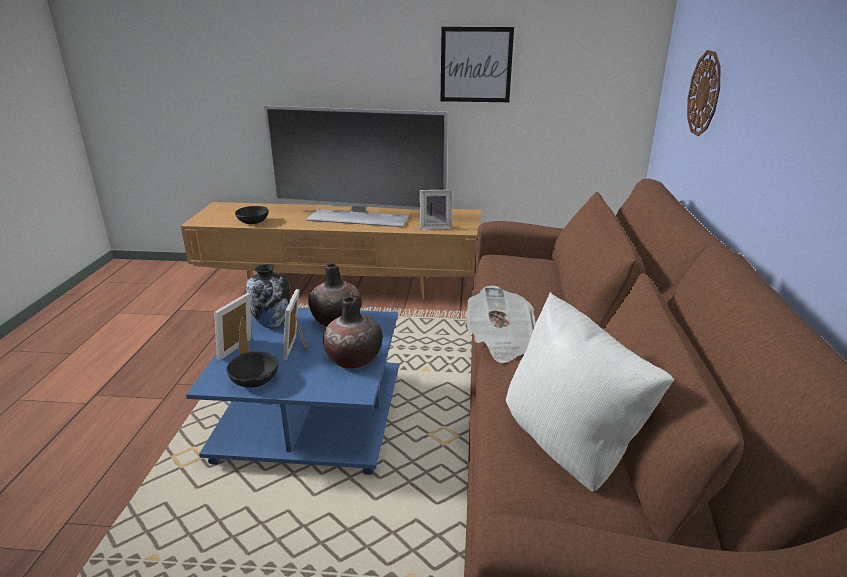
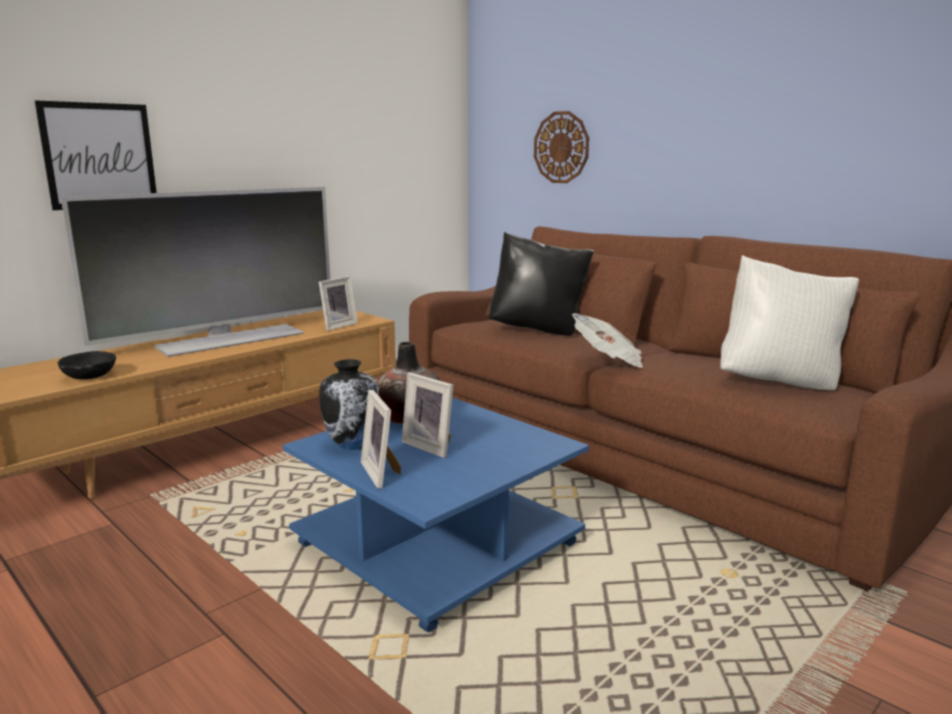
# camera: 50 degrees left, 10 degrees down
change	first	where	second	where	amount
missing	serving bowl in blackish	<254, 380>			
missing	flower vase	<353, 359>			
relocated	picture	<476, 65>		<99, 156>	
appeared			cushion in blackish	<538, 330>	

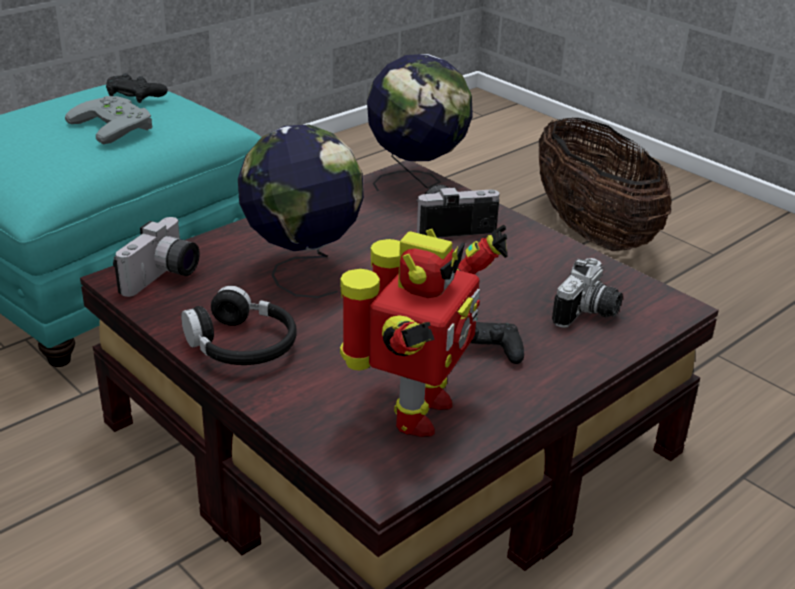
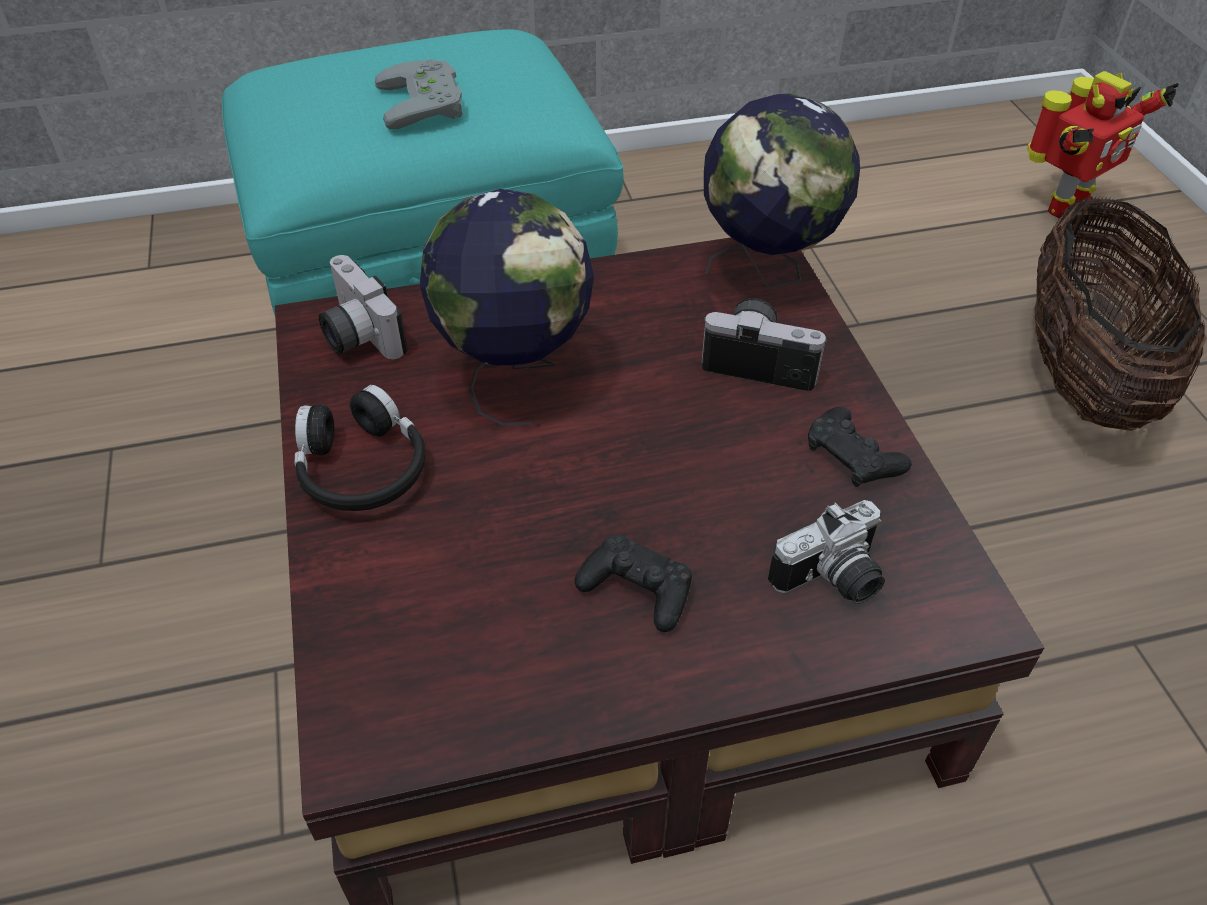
# camera: 30 degrees right, 15 degrees up
change	first	where	second	where	amount
relocated	game controller in blackish	<135, 95>		<853, 456>	
spun	photo camera	<163, 277>		<356, 334>	90 degrees clockwise
relocated	toy robot	<415, 413>		<1064, 206>	

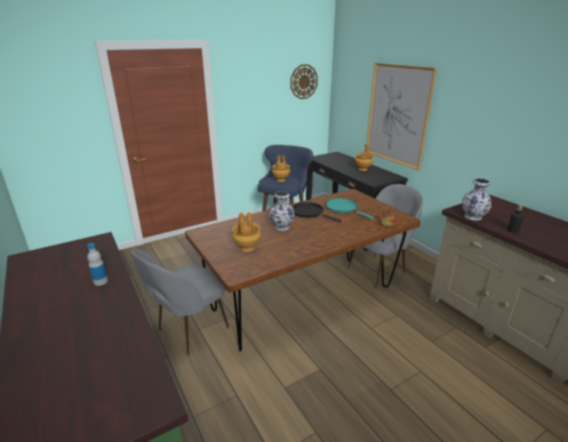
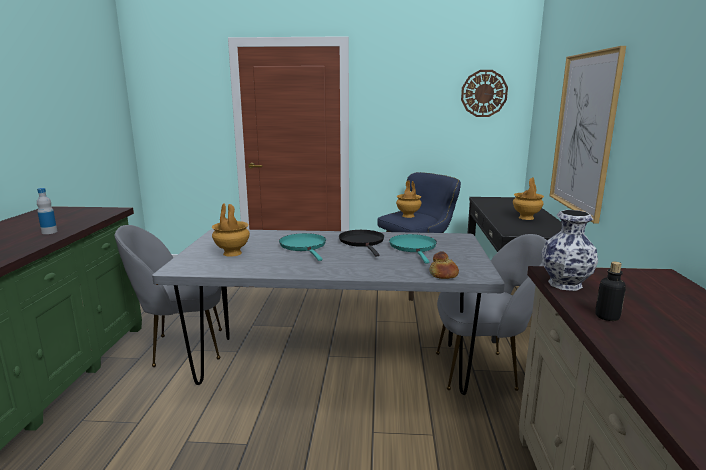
# camera: 35 degrees right, 10 degrees down
change	first	where	second	where	amount
colour	dining table in brown-coloured	<303, 297>	dining table in gray	<335, 363>	
exchanged	flower vase	<282, 227>	pan in turquoise-coloured	<304, 246>	

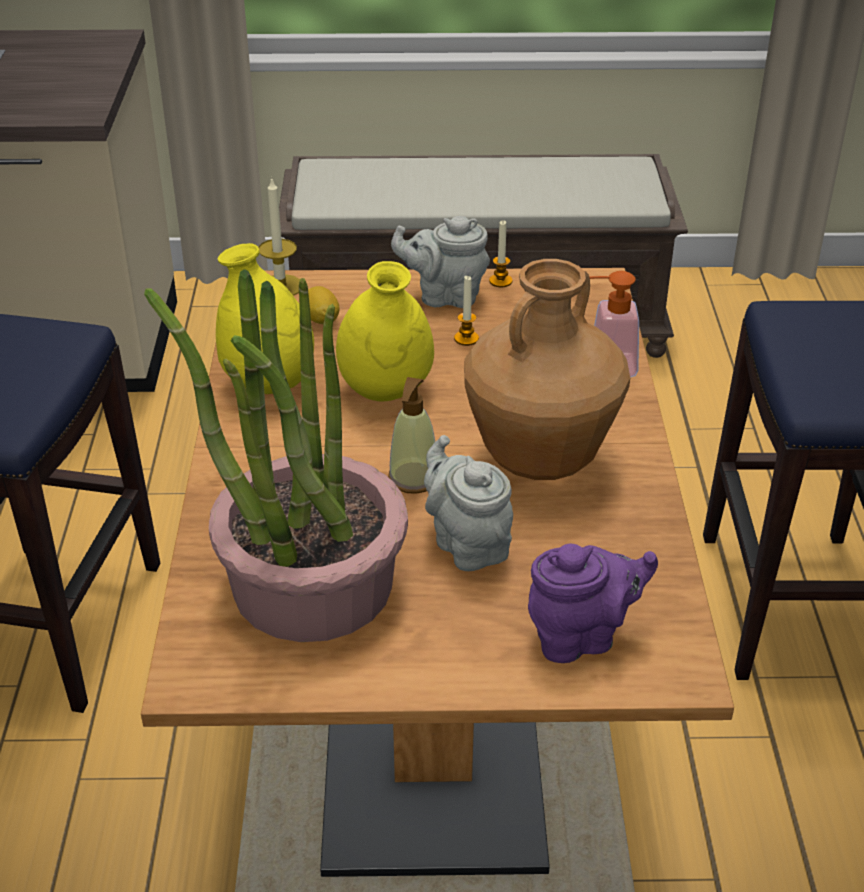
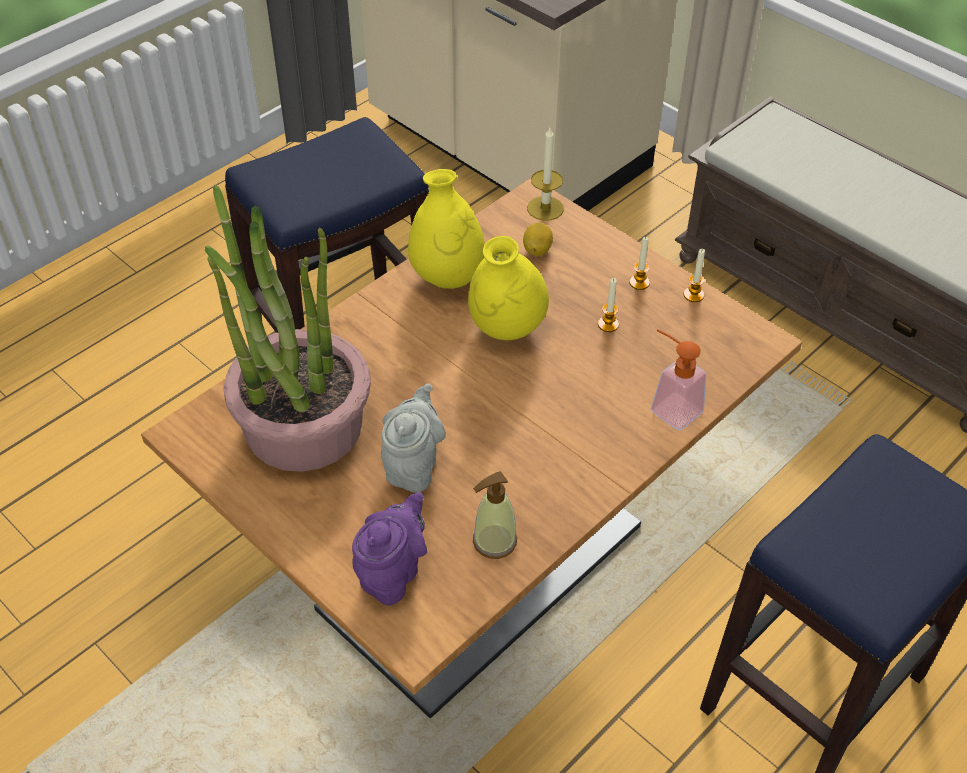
# camera: 45 degrees right, 10 degrees up
change	first	where	second	where	amount
relocated	soap bottle	<413, 479>		<494, 541>	
exchanged	tea pot in gray	<445, 296>	wax candle	<639, 282>	
missing	flower vase in brown-coloured	<539, 461>			
spun	tea pot in purple-coloured	<581, 637>		<392, 573>	90 degrees counterclockwise

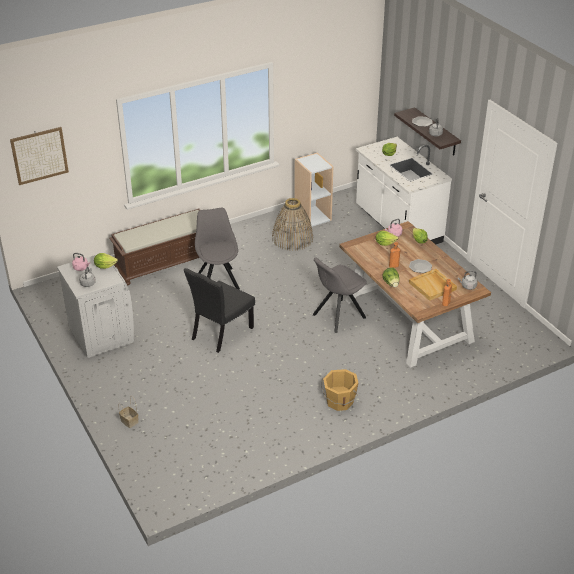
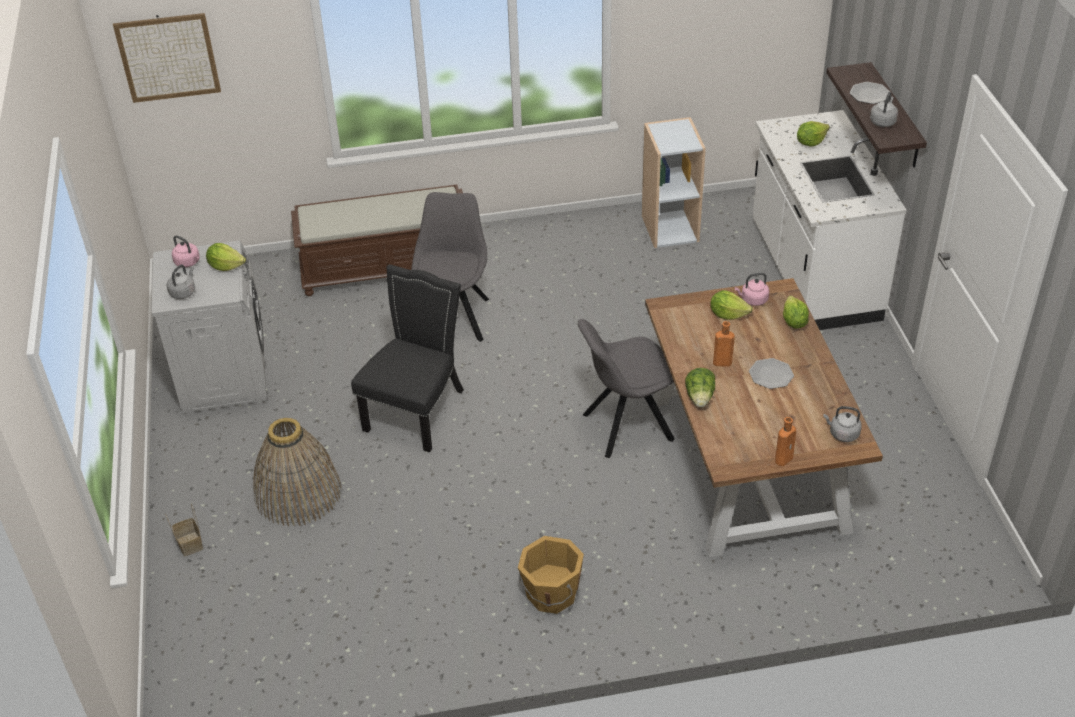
# camera: 20 degrees right, 5 degrees up
change	first	where	second	where	amount
spun	plain chair in blackish	<222, 332>		<416, 413>	150 degrees clockwise
relocated	basket	<292, 239>		<297, 493>	
missing	tray in sand-coloured	<433, 286>			

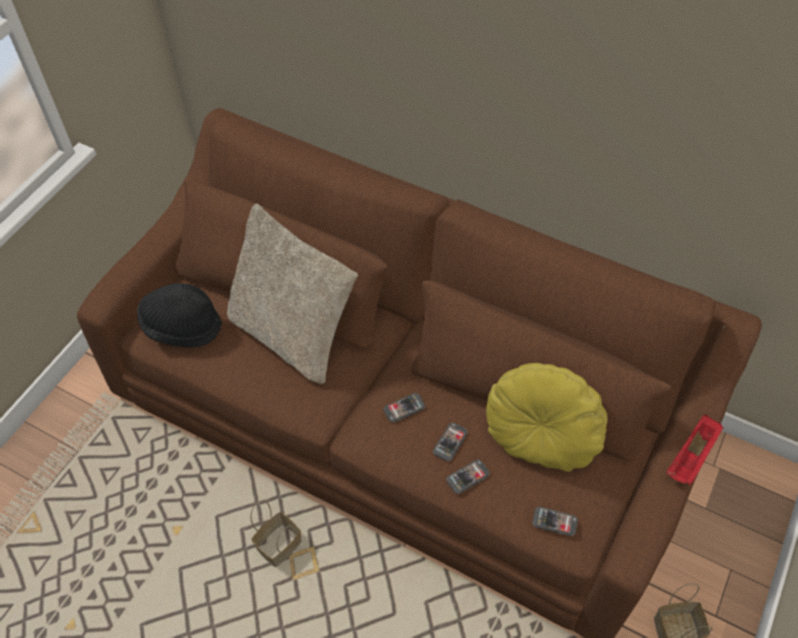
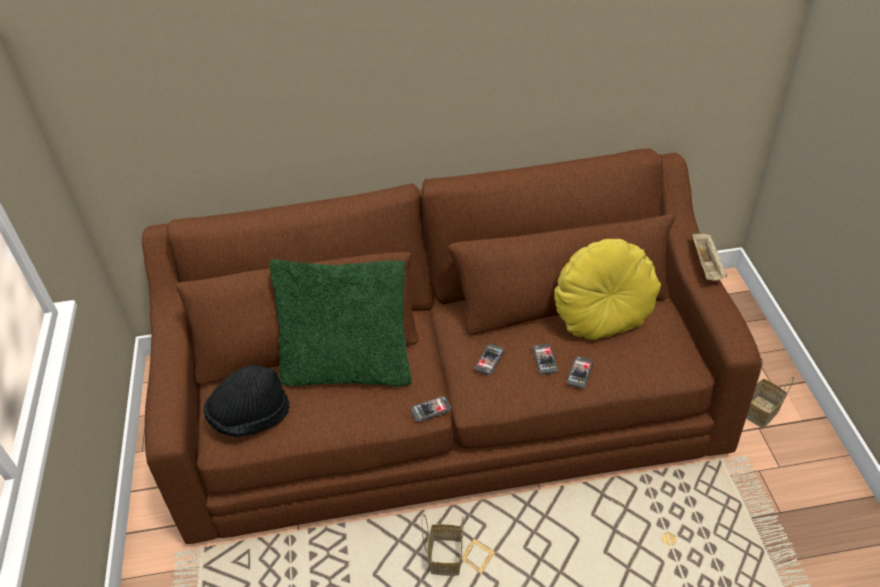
# camera: 35 degrees left, 10 degrees down
change	first	where	second	where	amount
colour	cushion in sand-coloured	<292, 331>	cushion in green-coloured	<348, 364>	
relocated	handset	<554, 522>		<430, 410>	
colour	tray in red-coloured	<691, 457>	tray in sand-coloured	<707, 265>	

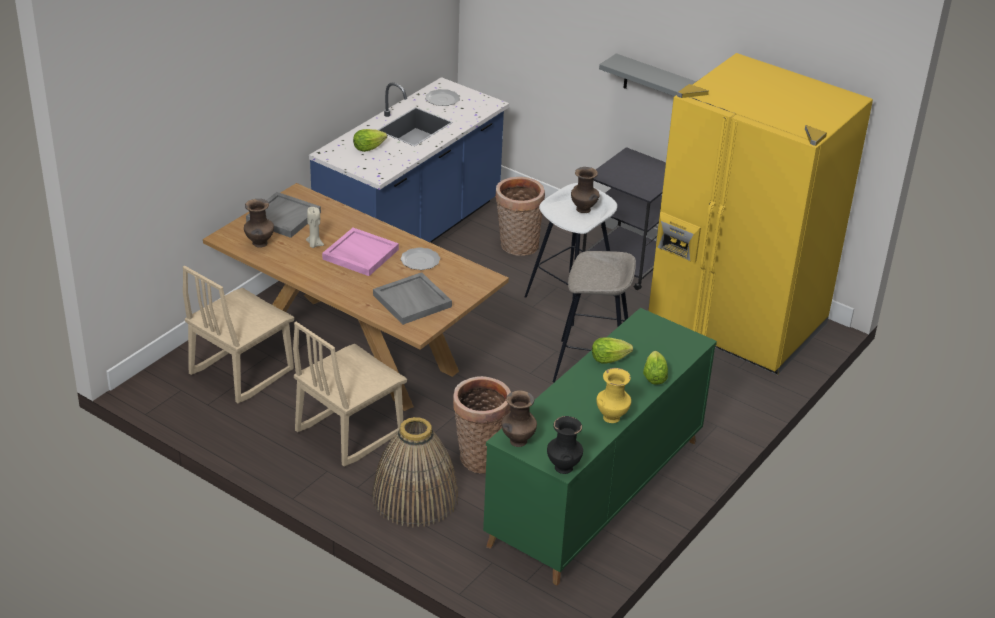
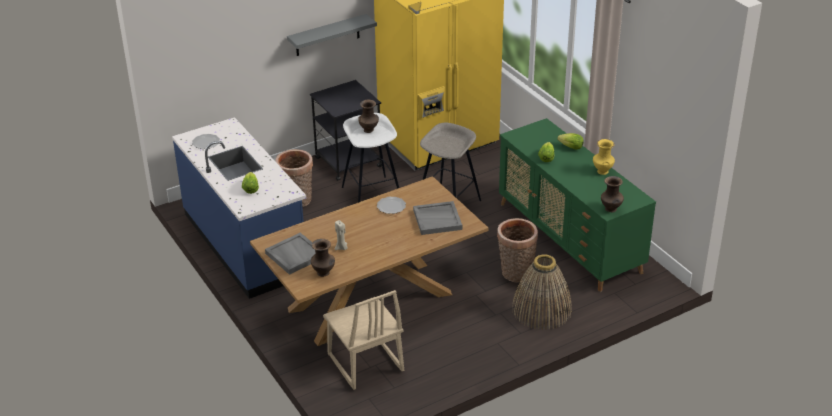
# camera: 65 degrees left, 0 degrees up
change	first	where	second	where	amount
missing	plain chair in sand-coloured	<348, 431>			
missing	tray in pink-coloured	<360, 254>			
missing	flower vase in blackish	<563, 467>			

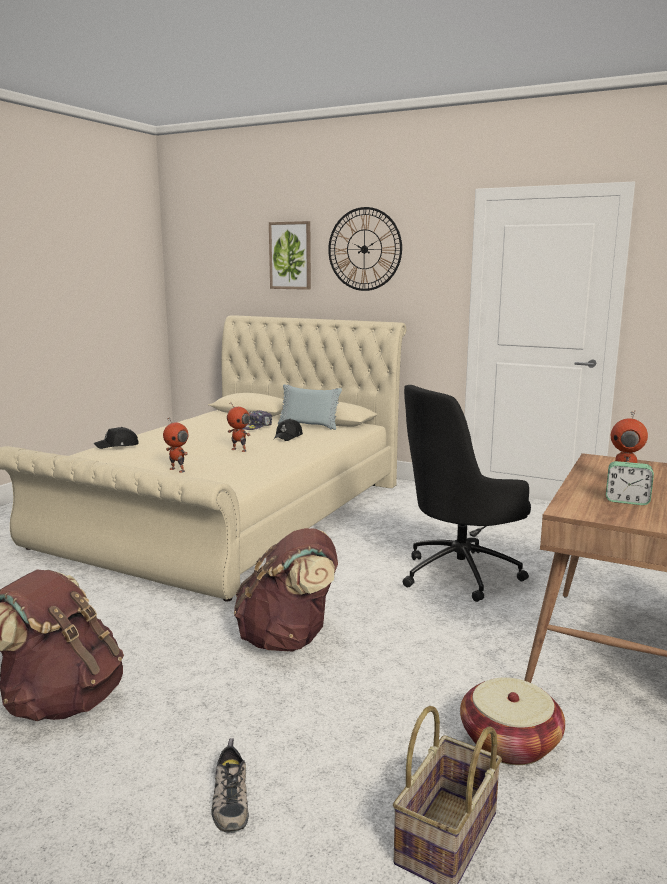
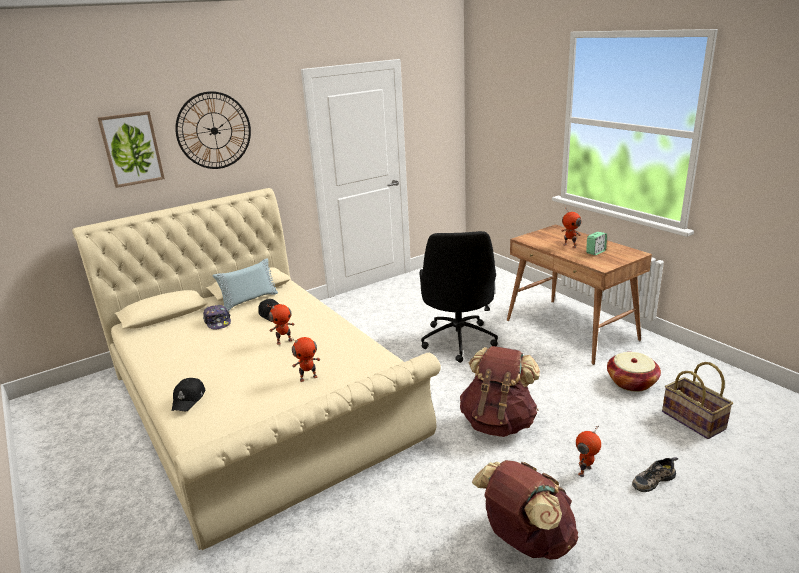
# camera: 60 degrees left, 10 degrees up
change	first	where	second	where	amount
spun	low shoe	<229, 799>		<653, 479>	135 degrees clockwise
appeared			toy robot	<585, 471>	

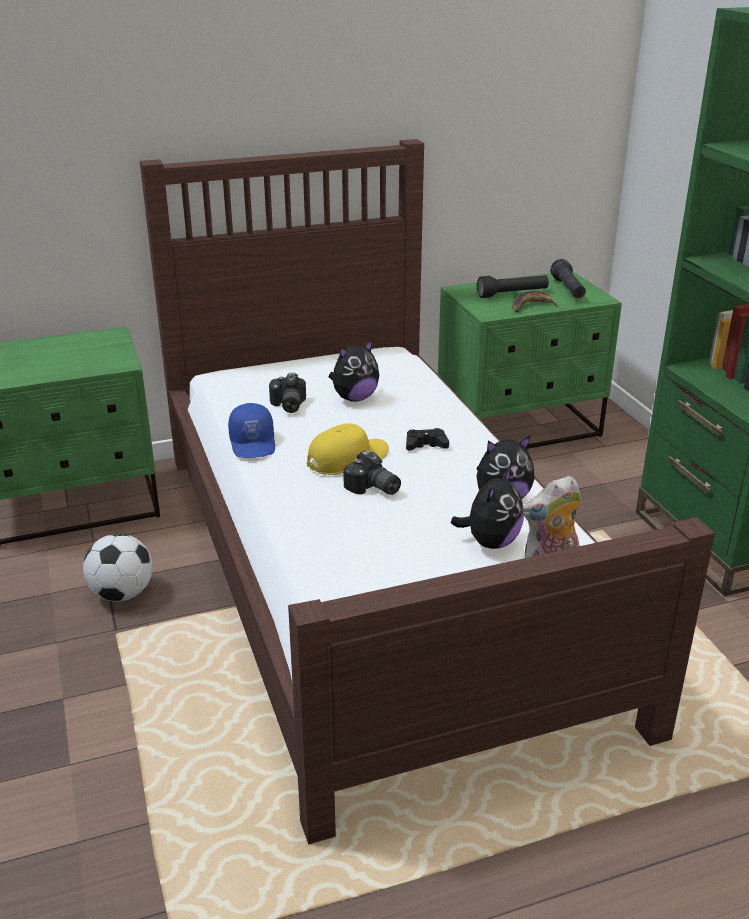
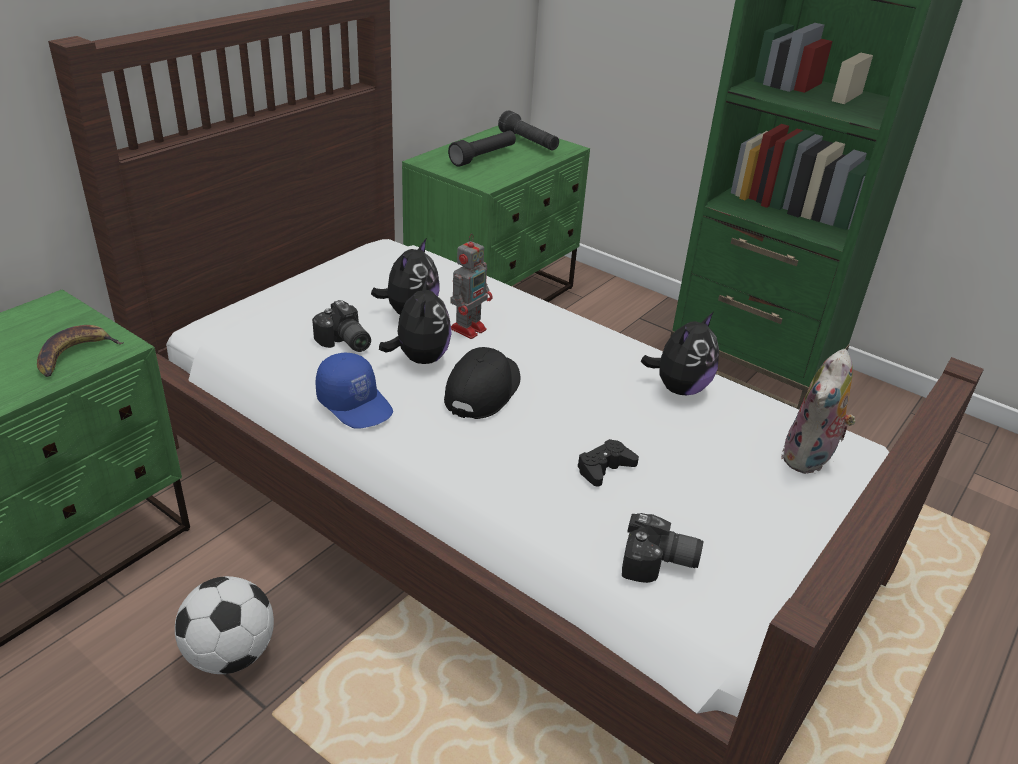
# camera: 35 degrees left, 5 degrees up
change	first	where	second	where	amount
colour	peaked cap in yellow-coloured	<347, 459>	peaked cap in blackish	<483, 390>	
relocated	photo camera	<372, 489>		<659, 564>	
relocated	game controller in blackish	<425, 445>		<604, 468>	
relocated	cuddly toy	<490, 542>		<420, 358>	
relocated	banana	<531, 306>		<75, 355>	
appeared			toy robot	<469, 328>	

